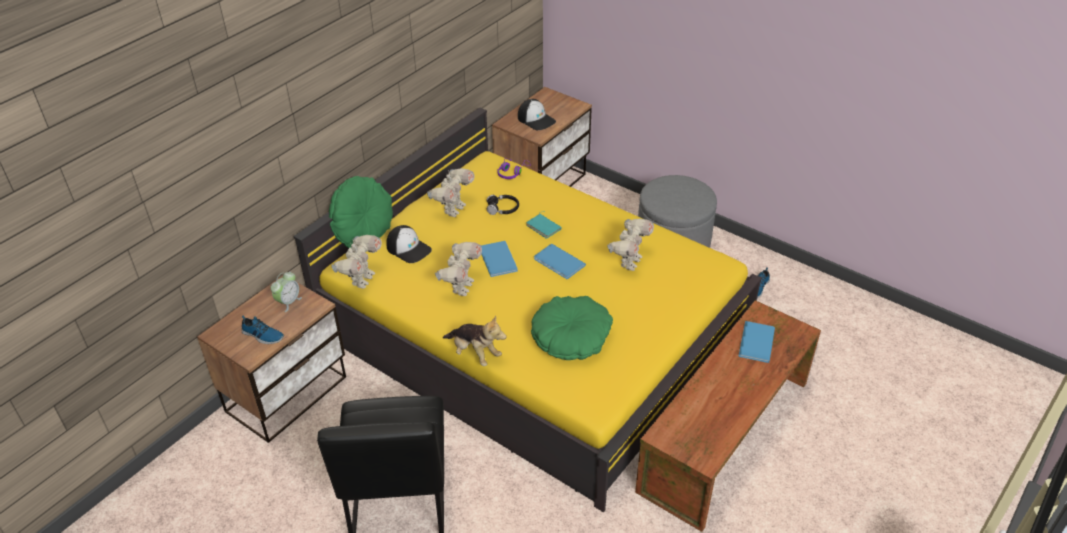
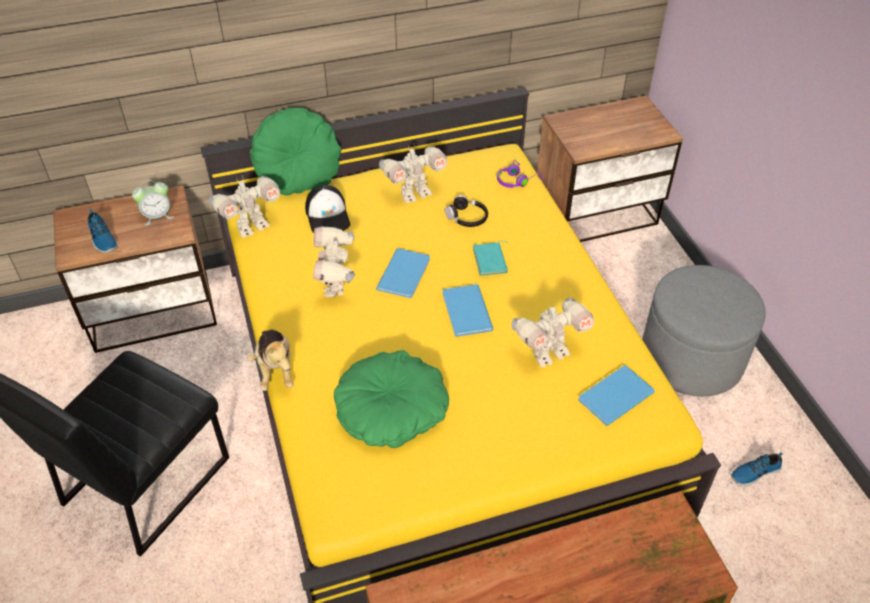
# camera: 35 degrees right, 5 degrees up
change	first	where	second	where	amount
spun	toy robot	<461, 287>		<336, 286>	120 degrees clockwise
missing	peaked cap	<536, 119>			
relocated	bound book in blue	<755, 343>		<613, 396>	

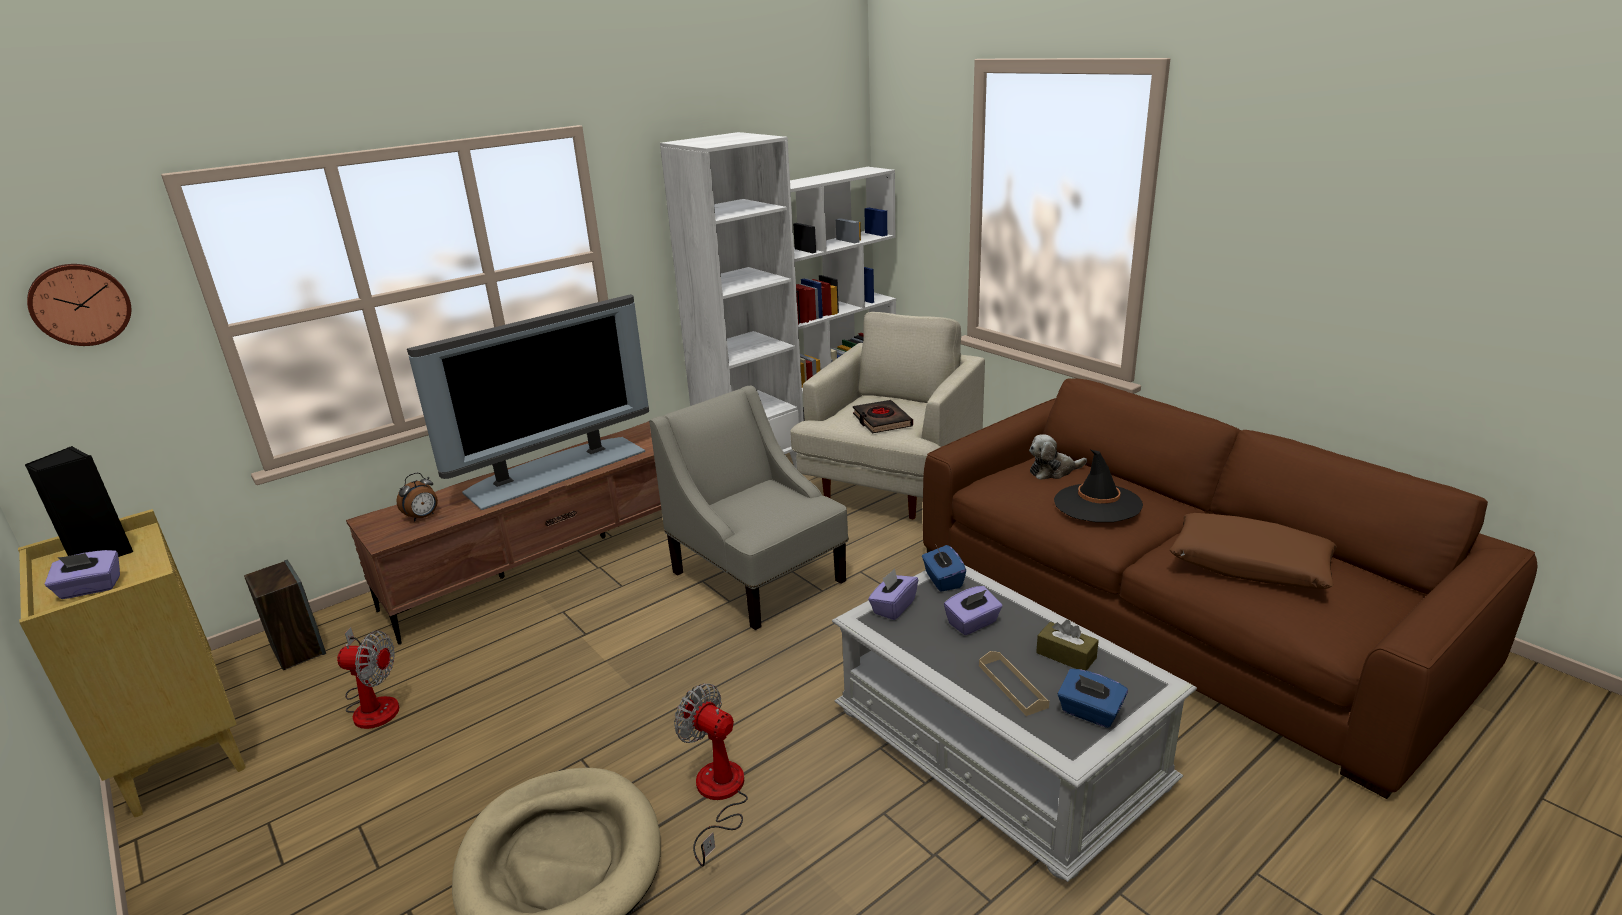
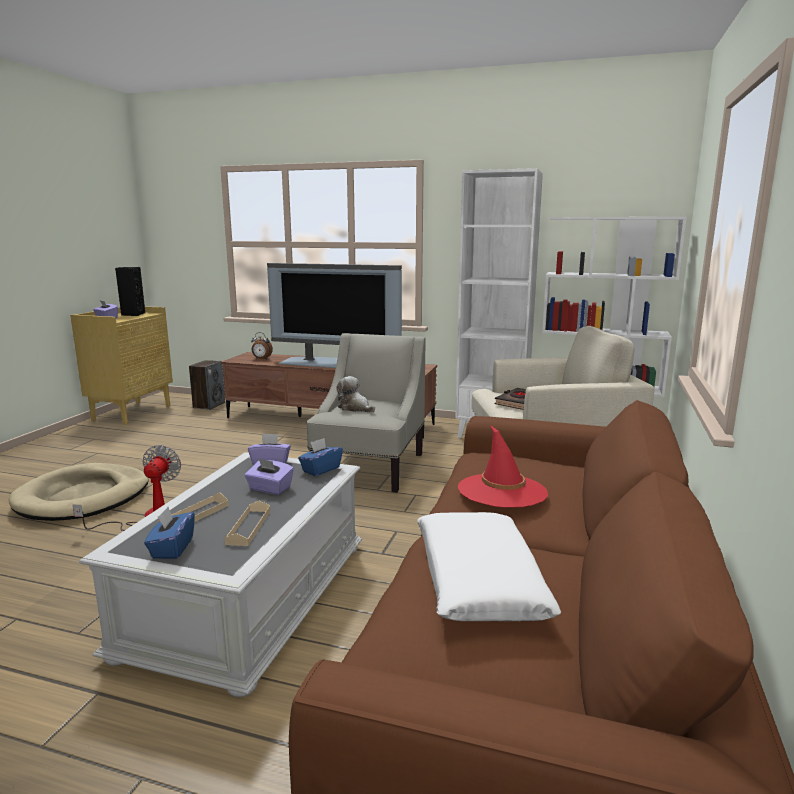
# camera: 55 degrees right, 10 degrees down
change	first	where	second	where	amount
missing	hanging clock	<80, 304>			
missing	cooling fan	<374, 704>			
relocated	cuddly toy	<1053, 471>		<355, 408>	
exchanged	tissue box in brown-coloured	<1066, 655>	tray in sand-coloured	<248, 527>	
colour	clothing hat in blackish	<1097, 503>	clothing hat in red-coloured	<502, 491>	
colour	cushion in brown-coloured	<1249, 565>	cushion in whitish	<478, 580>	

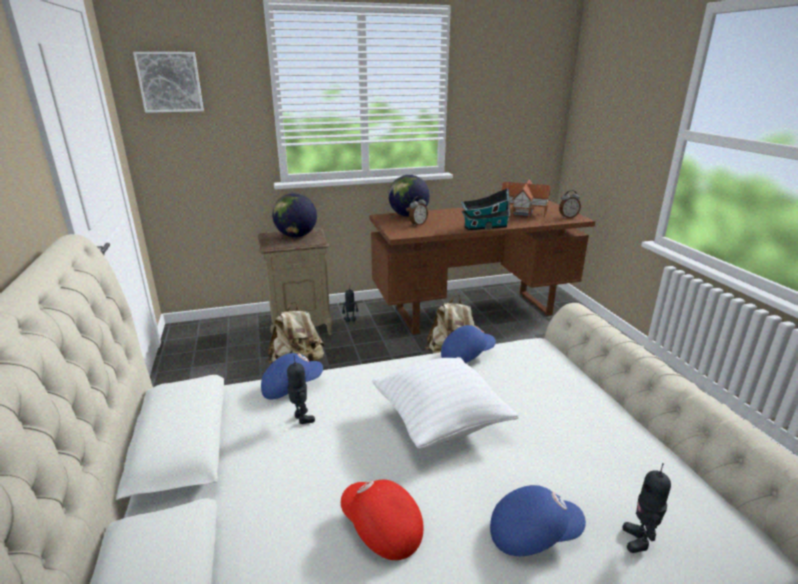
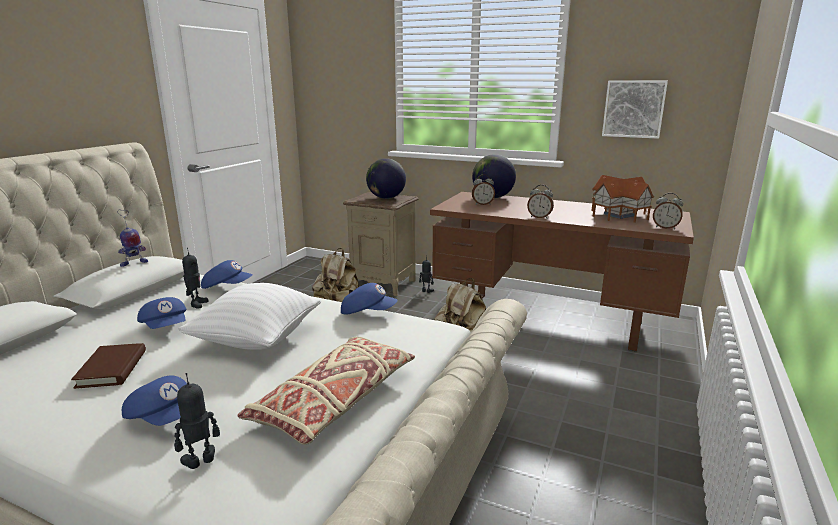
# camera: 40 degrees right, 5 degrees down
change	first	where	second	where	amount
relocated	picture	<170, 82>		<633, 109>	
exchanged	peaked cap in red-coloured	<381, 529>	bound book in brown-coloured	<112, 369>	
exchanged	miniature house	<484, 227>	alarm clock	<539, 217>	
appeared			toy robot	<134, 263>	
appeared			peaked cap in blue	<166, 327>	
appeared			cushion in sand-coloured	<335, 401>	

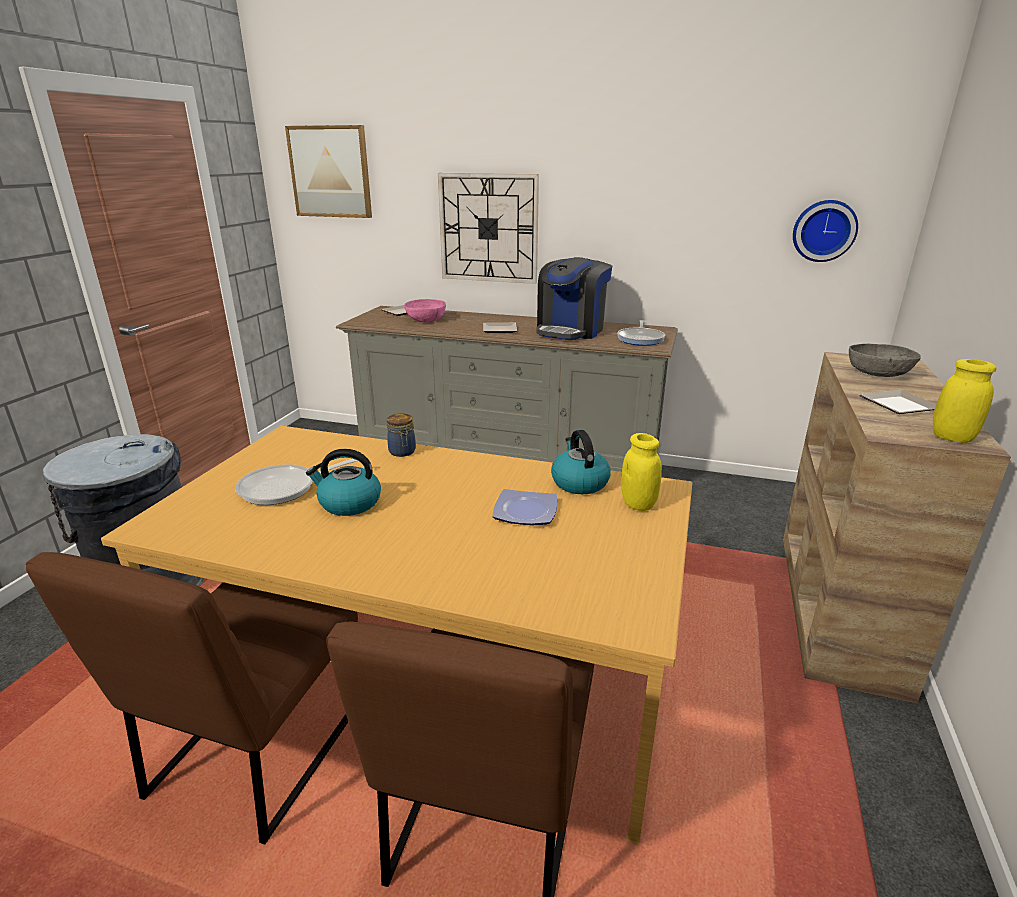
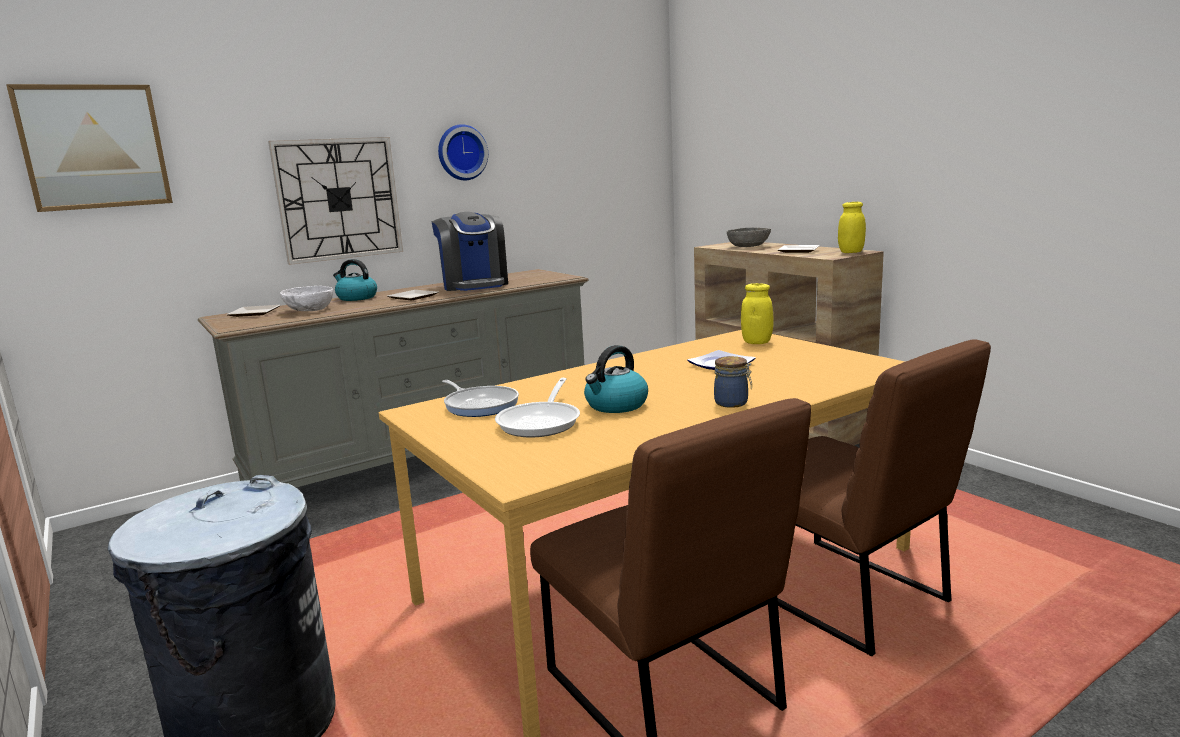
# camera: 50 degrees left, 10 degrees down
change	first	where	second	where	amount
relocated	jar	<402, 452>		<732, 403>	
colour	serving bowl in pink-coloured	<425, 320>	serving bowl in whitish	<309, 309>	
relocated	kettle	<579, 482>		<356, 298>	
relocated	pan	<641, 339>		<480, 405>	
relocated	hanging clock	<824, 230>		<461, 152>	

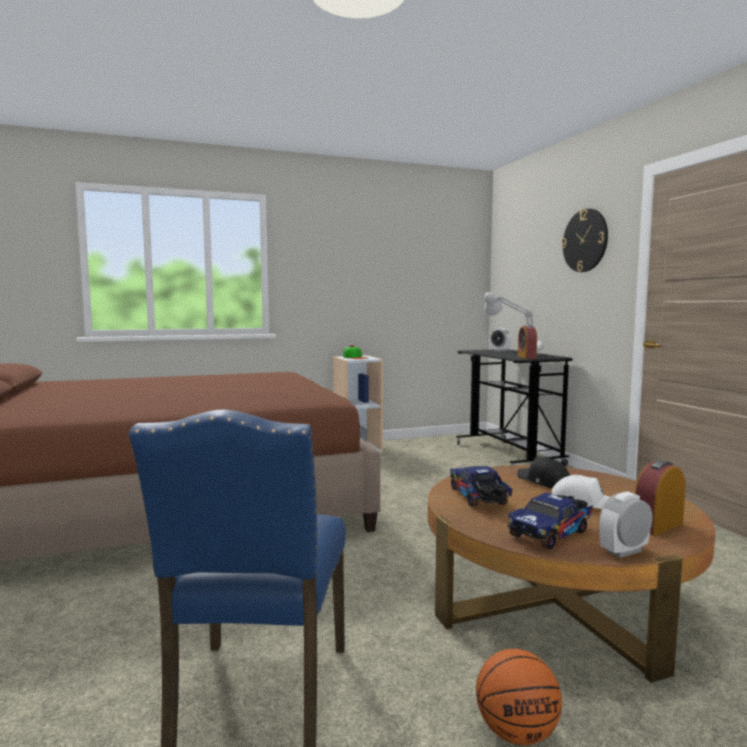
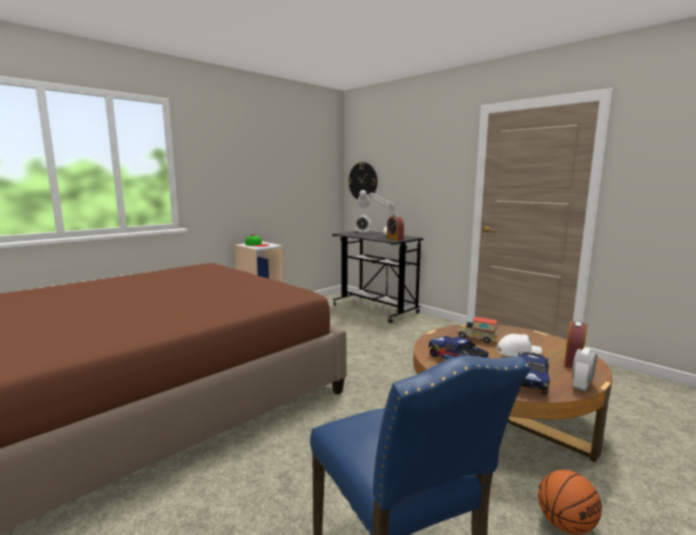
# camera: 25 degrees left, 5 degrees up
change	first	where	second	where	amount
exchanged	peaked cap in blackish	<543, 482>	toy lorry	<476, 339>	
relocated	hanging clock	<585, 240>		<363, 181>	

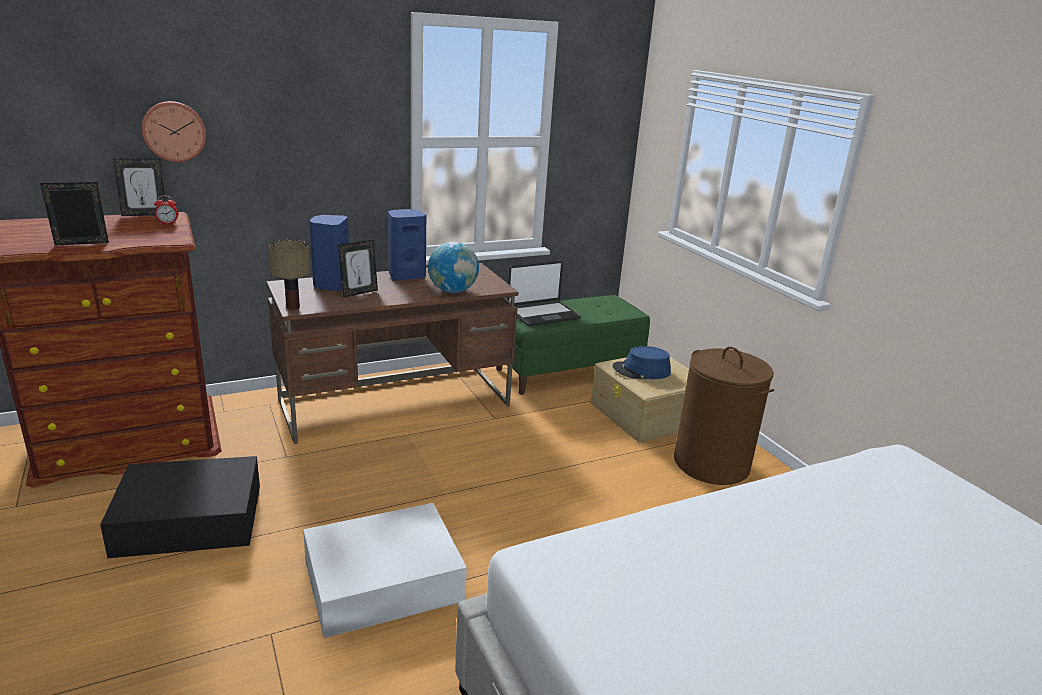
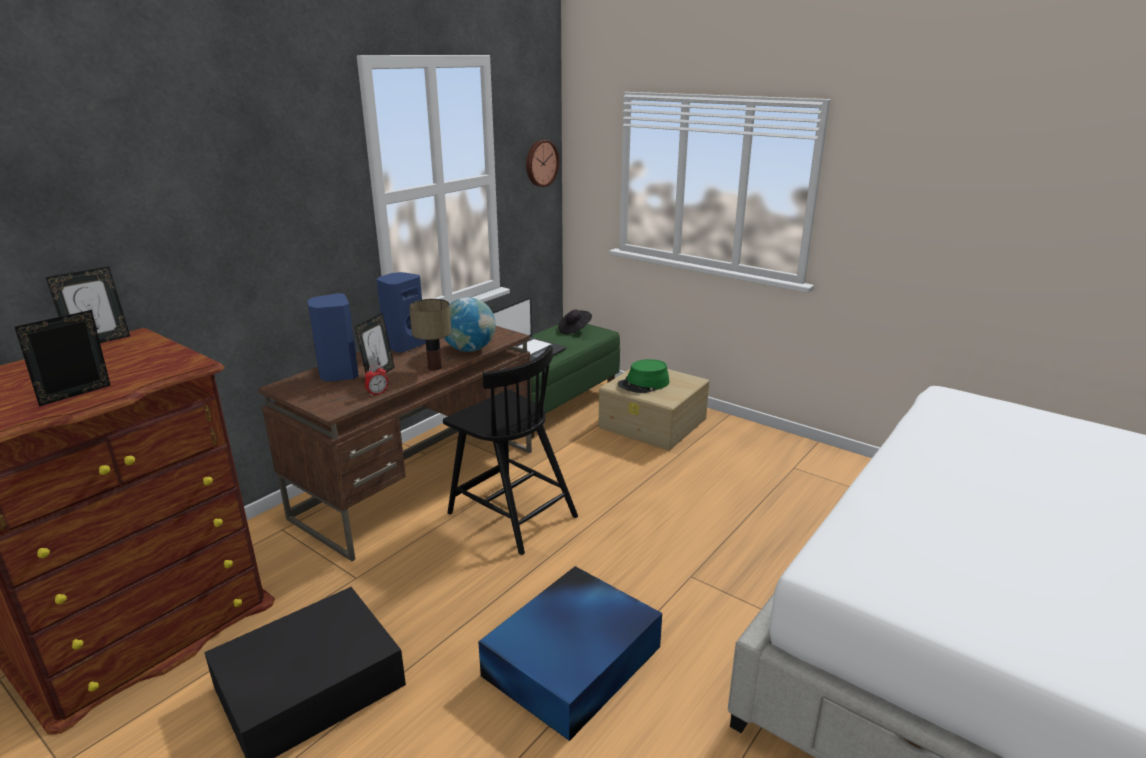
# camera: 25 degrees left, 0 degrees up
change	first	where	second	where	amount
relocated	hanging clock	<174, 131>		<540, 163>	
relocated	alarm clock	<168, 223>		<377, 393>	
relocated	tabletop lamp	<293, 306>		<435, 367>	
colour	storage bin in whitish	<386, 581>	storage bin in blue	<574, 660>	
colour	clothing hat in blue	<641, 371>	clothing hat in green-coloured	<643, 384>	
missing	laundry basket in brown-coloured	<711, 464>			
appeared			plain chair in blackish	<510, 513>	
appeared			clothing hat in blackish	<574, 330>	

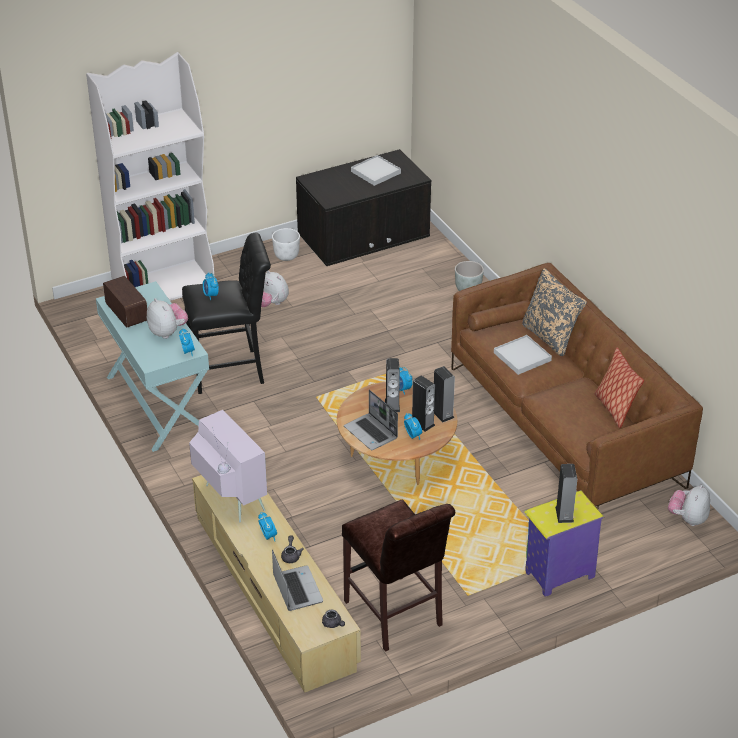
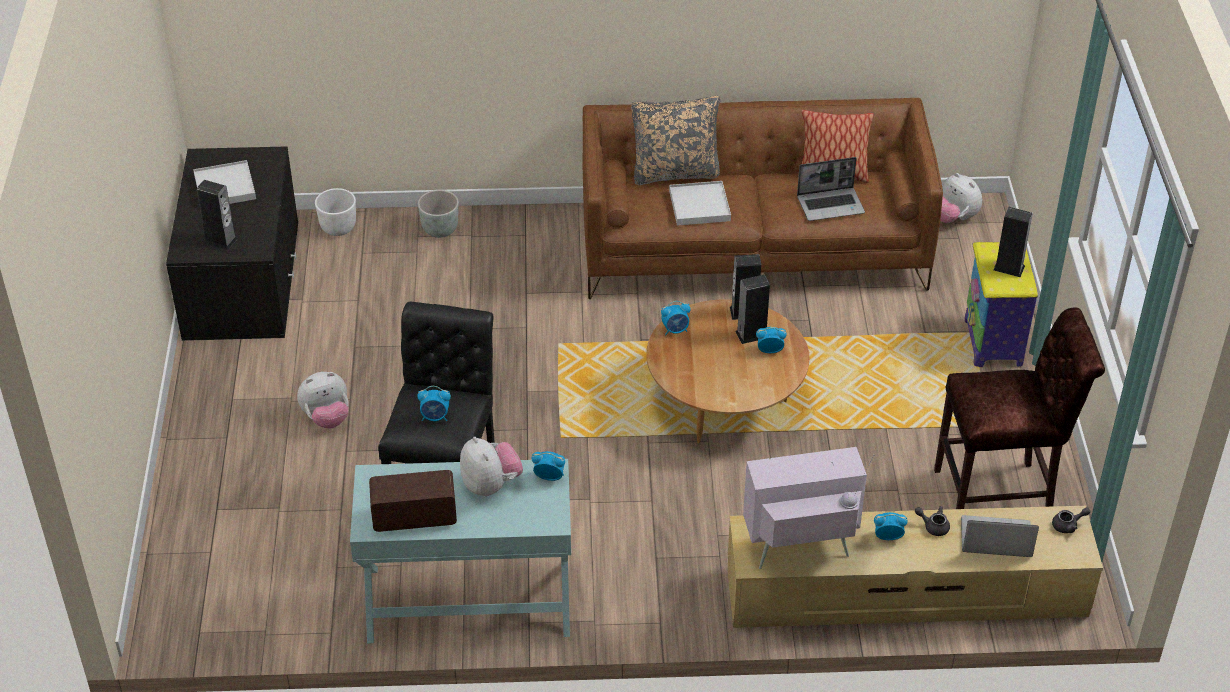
# camera: 65 degrees left, 5 degrees up
change	first	where	second	where	amount
missing	bookshelf in whitish	<164, 286>			
spun	cuddly toy	<168, 332>		<491, 485>	75 degrees clockwise
relocated	plant pot in whitish	<286, 256>		<338, 228>	
relocated	laptop	<371, 433>		<831, 205>	
relocated	loudspeaker	<392, 405>		<220, 240>	

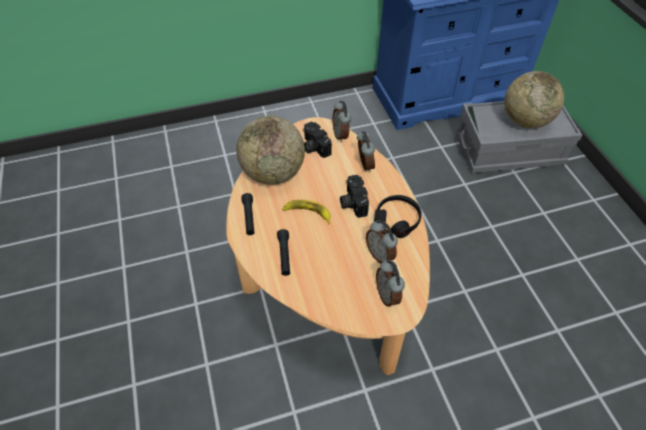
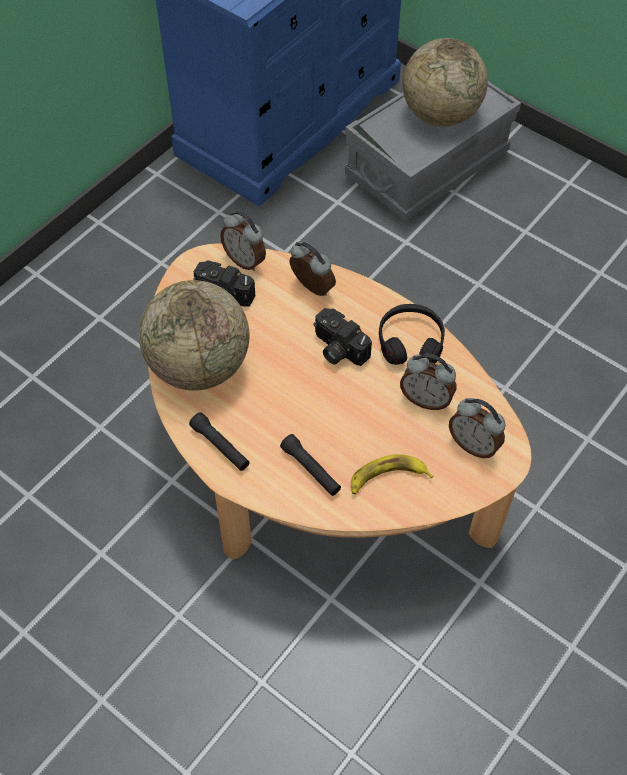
# camera: 35 degrees left, 5 degrees up
change	first	where	second	where	amount
relocated	banana	<307, 213>		<387, 478>	

